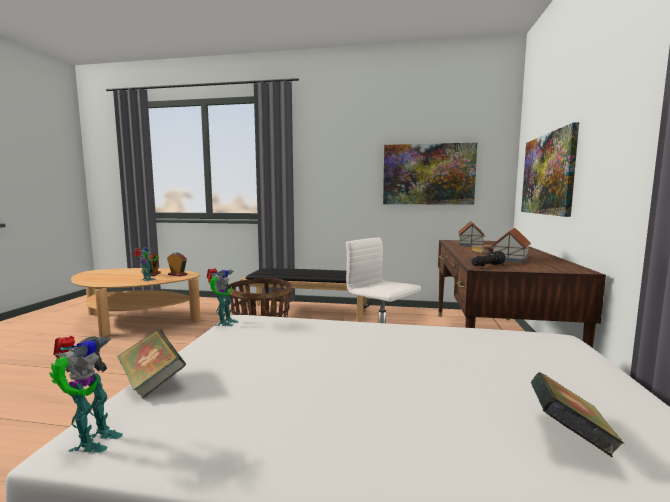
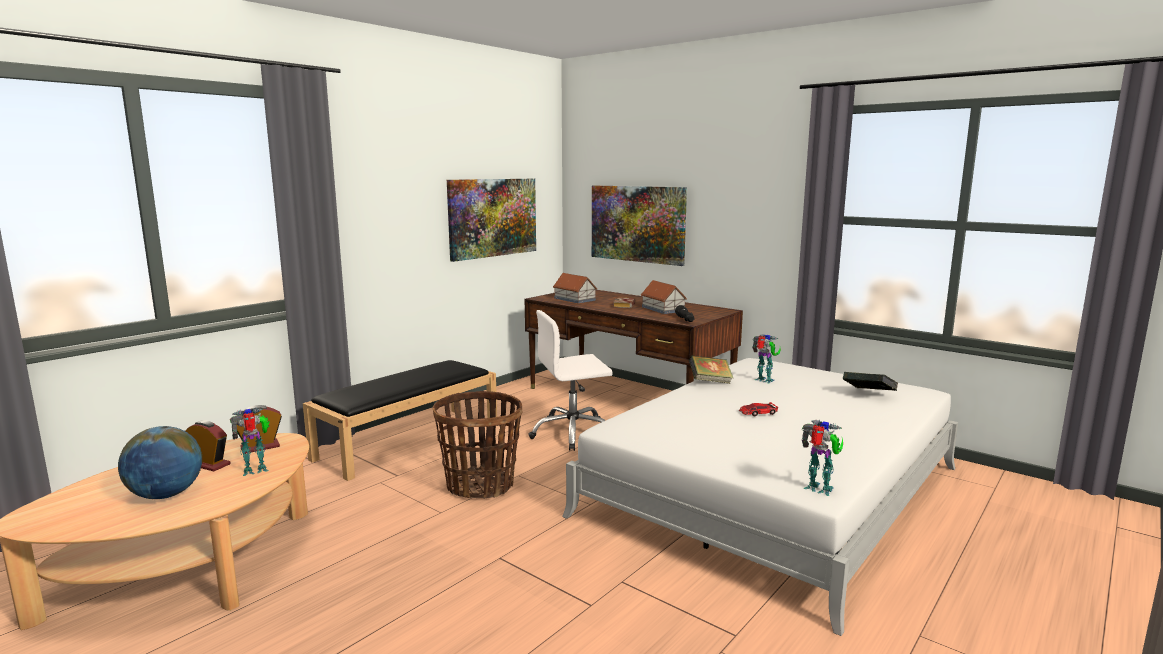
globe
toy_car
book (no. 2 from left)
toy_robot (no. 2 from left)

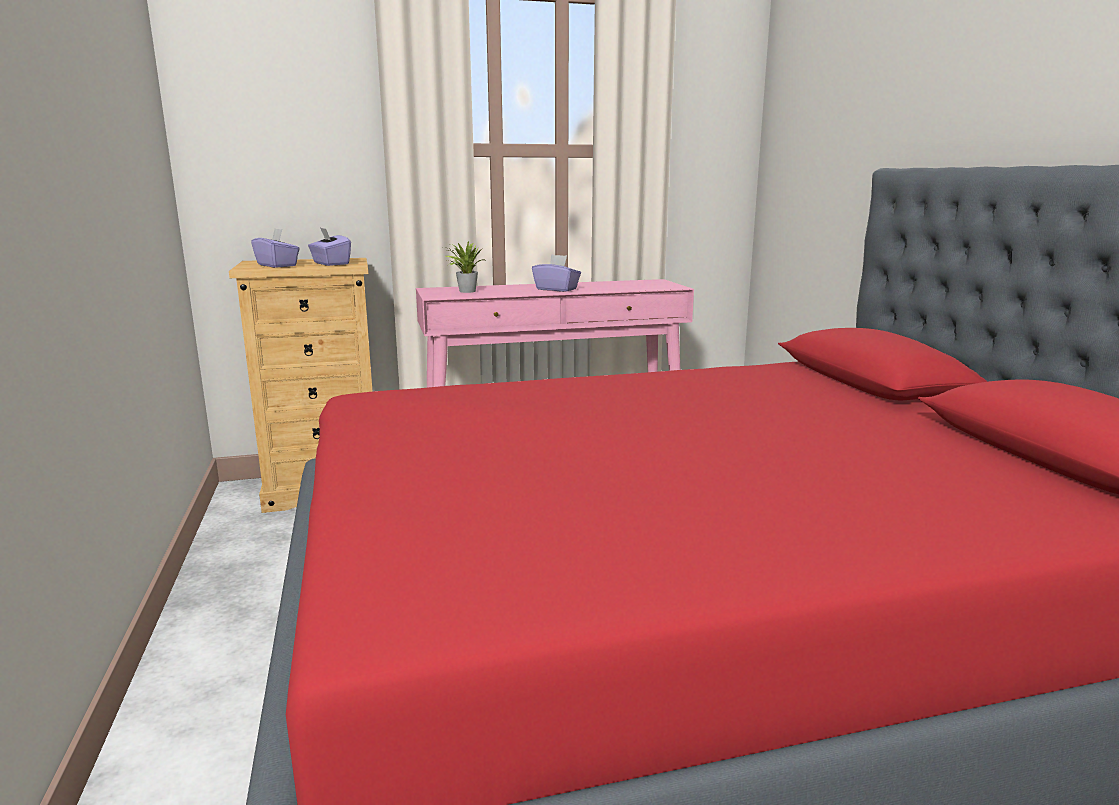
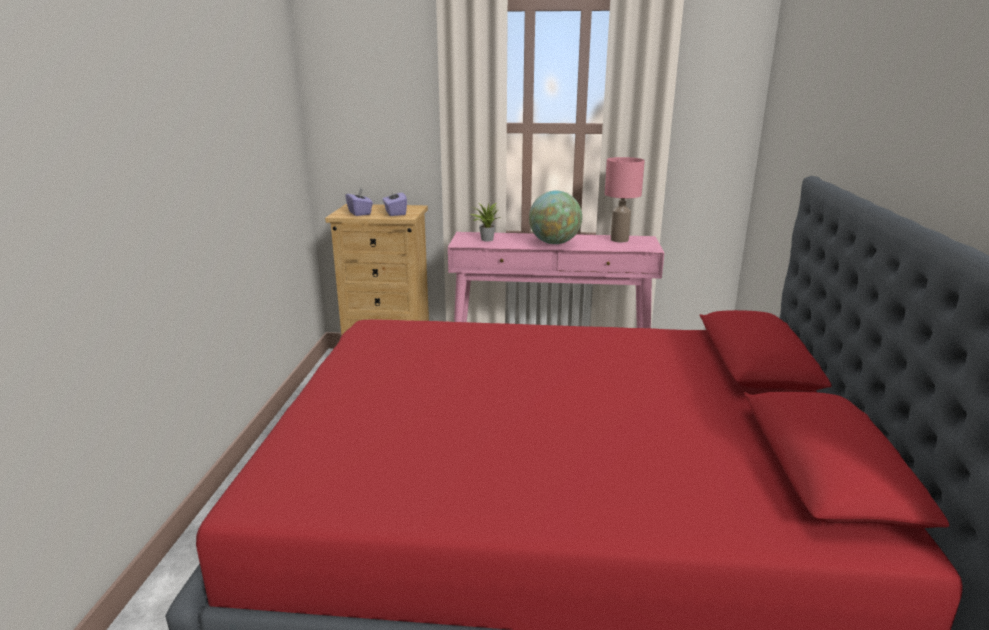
pink_table_lamp
globe

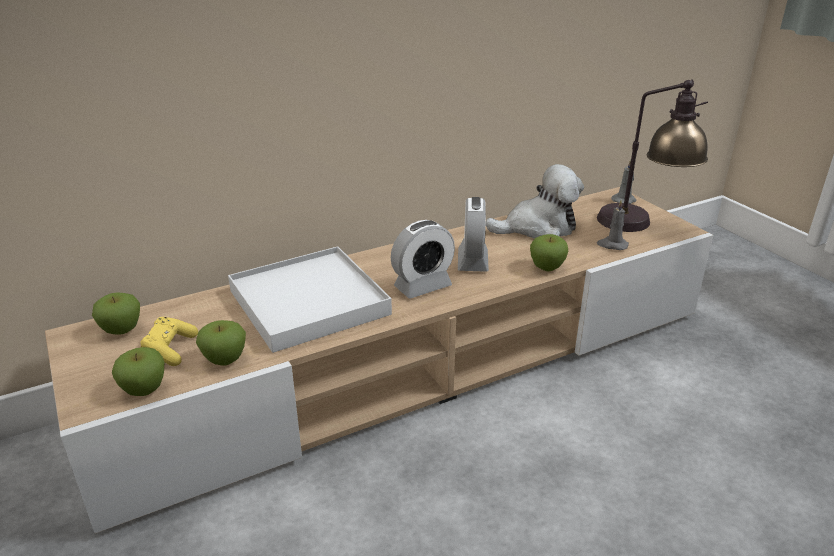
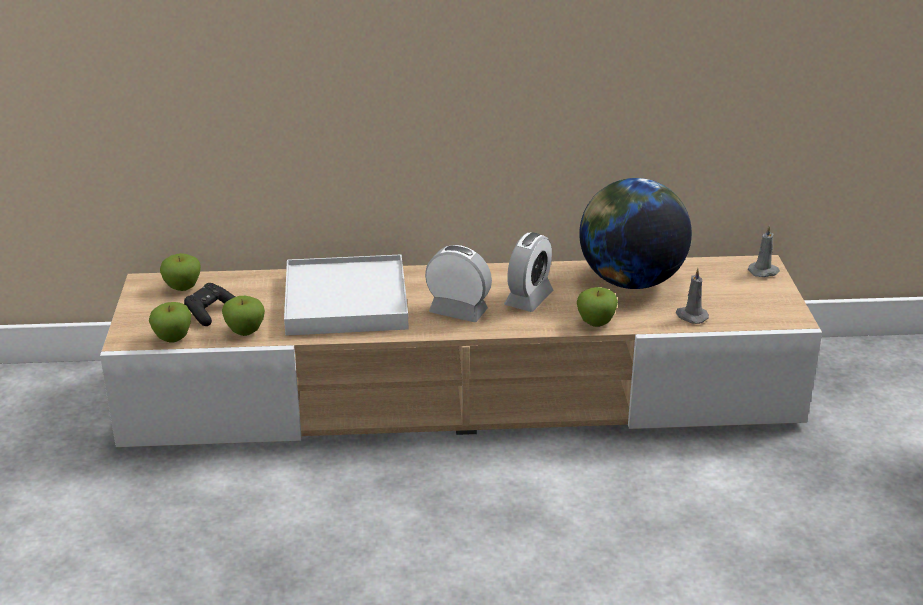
table_lamp
globe
black_game_controller
alarm_clock (no. 1 from left)

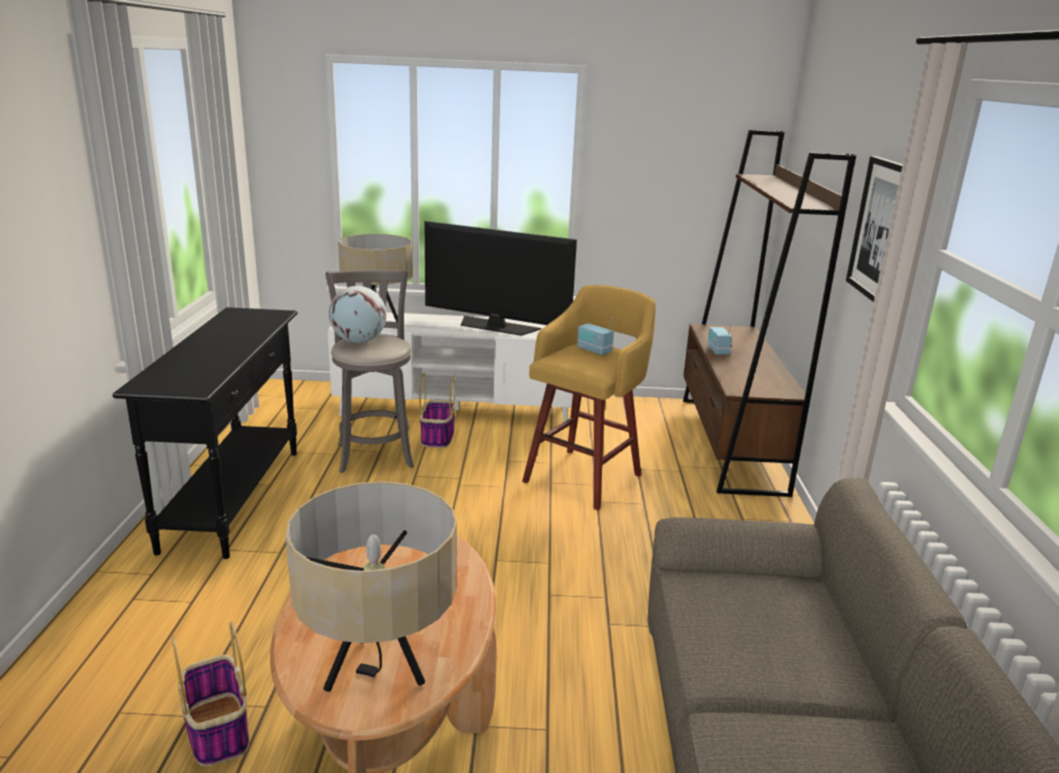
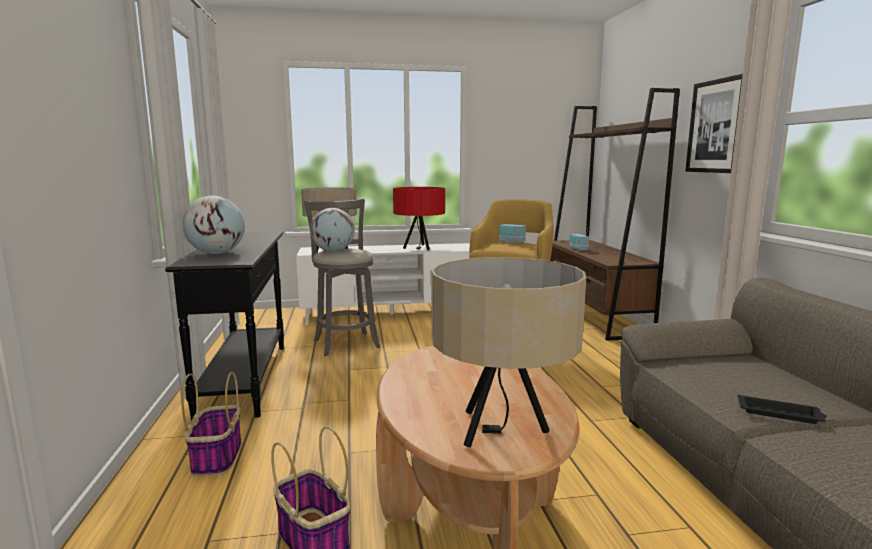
globe (no. 1 from left)
black_tray
basket (no. 1 from left)
red_table_lamp

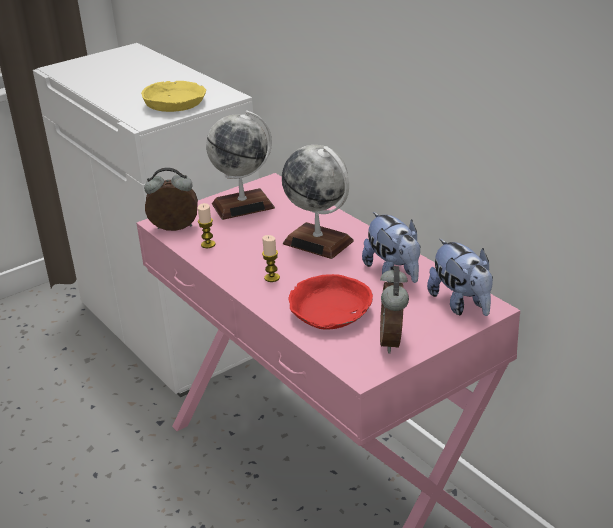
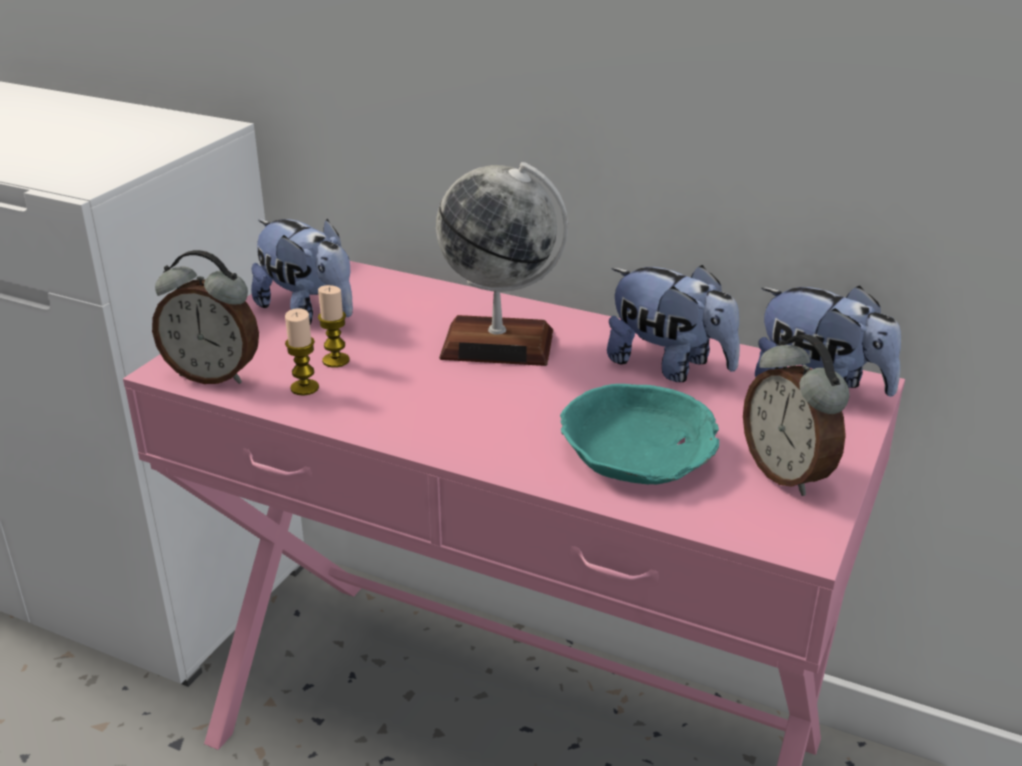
yellow_bowl
candle (no. 2 from left)
plush_toy (no. 1 from left)
turquoise_bowl
alarm_clock (no. 1 from left)

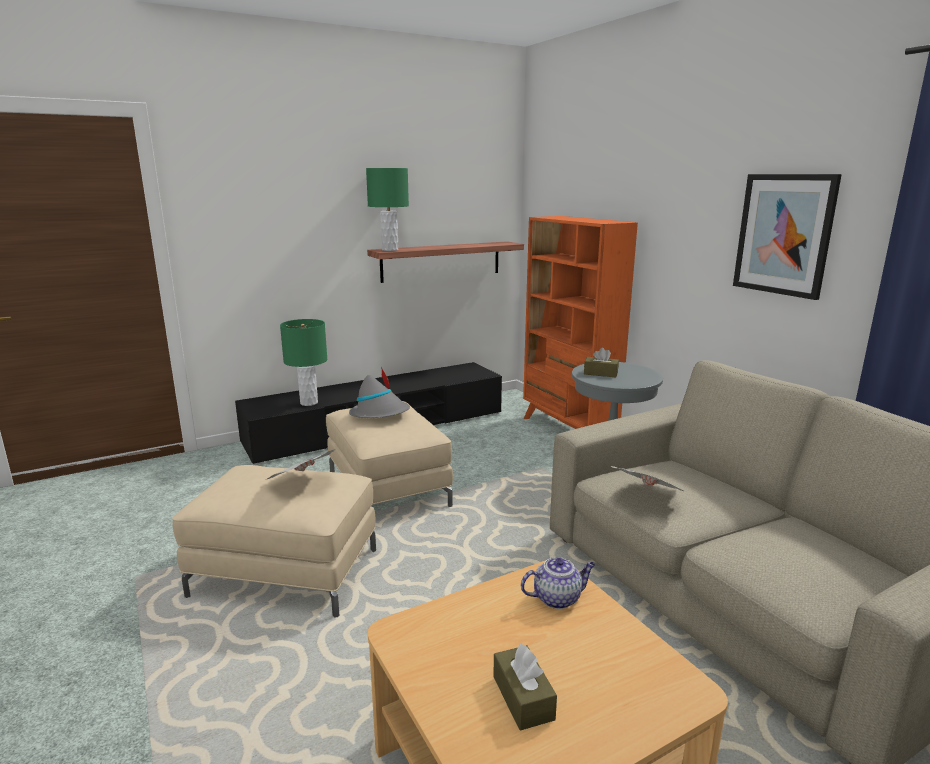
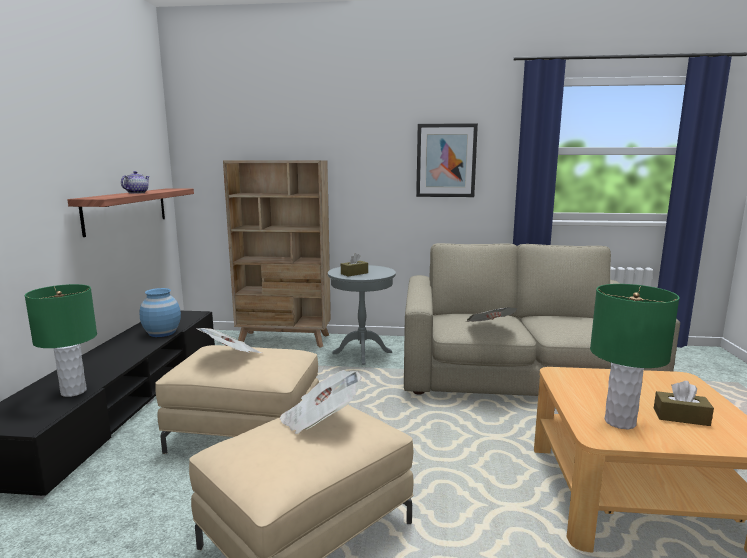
blue_vase
green_table_lamp (no. 2 from left)
teapot
newspaper (no. 1 from left)
beige_bookcase

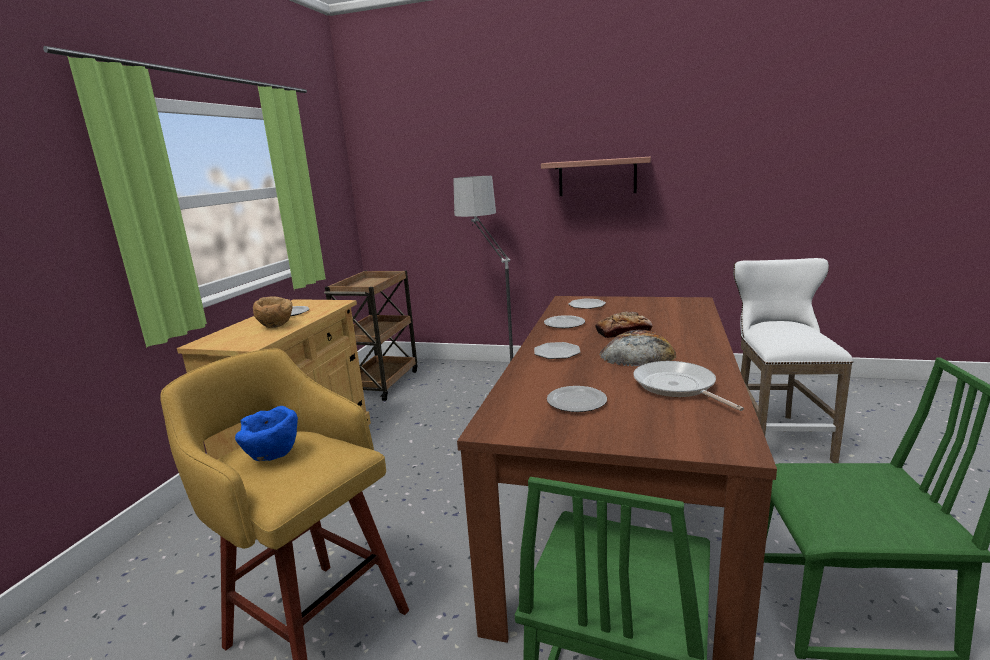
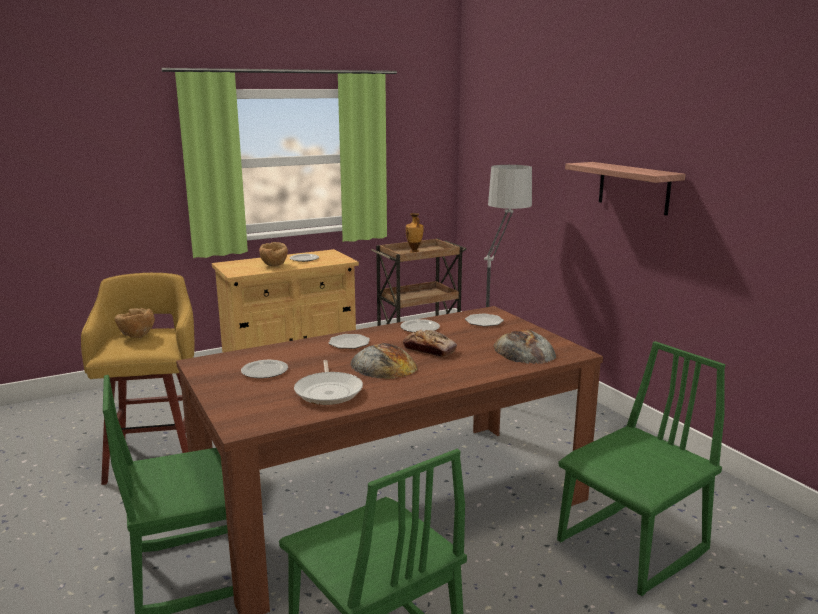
vase
bread (no. 3 from left)
green_chair (no. 3 from left)
brown_bowl (no. 1 from left)
frying_pan

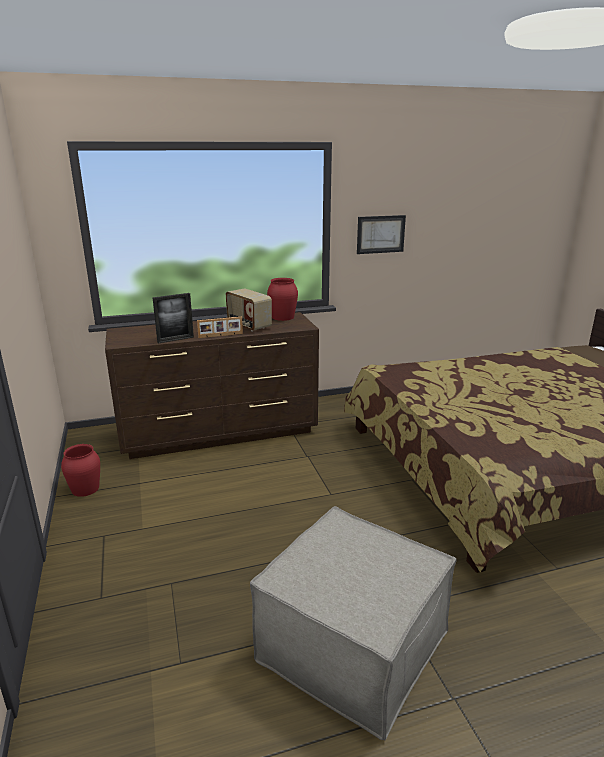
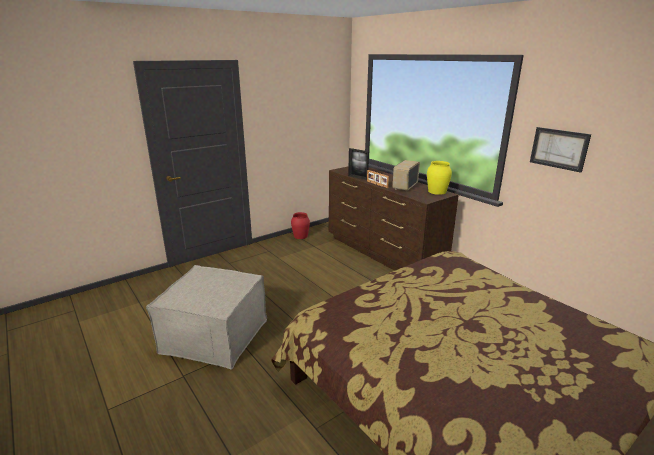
yellow_vase

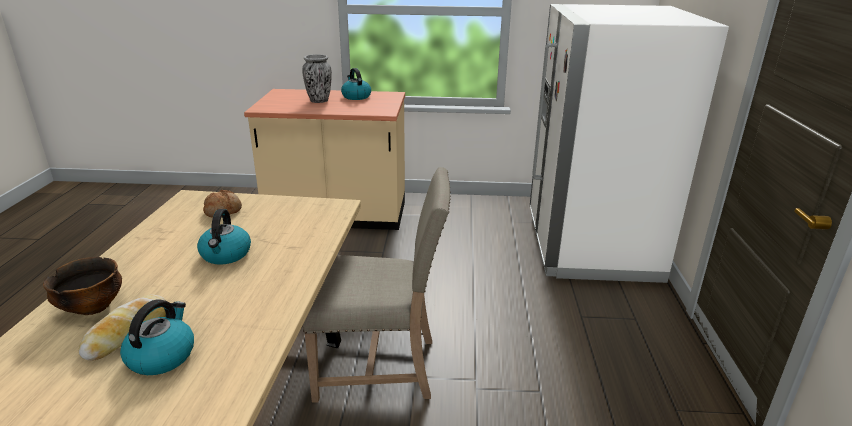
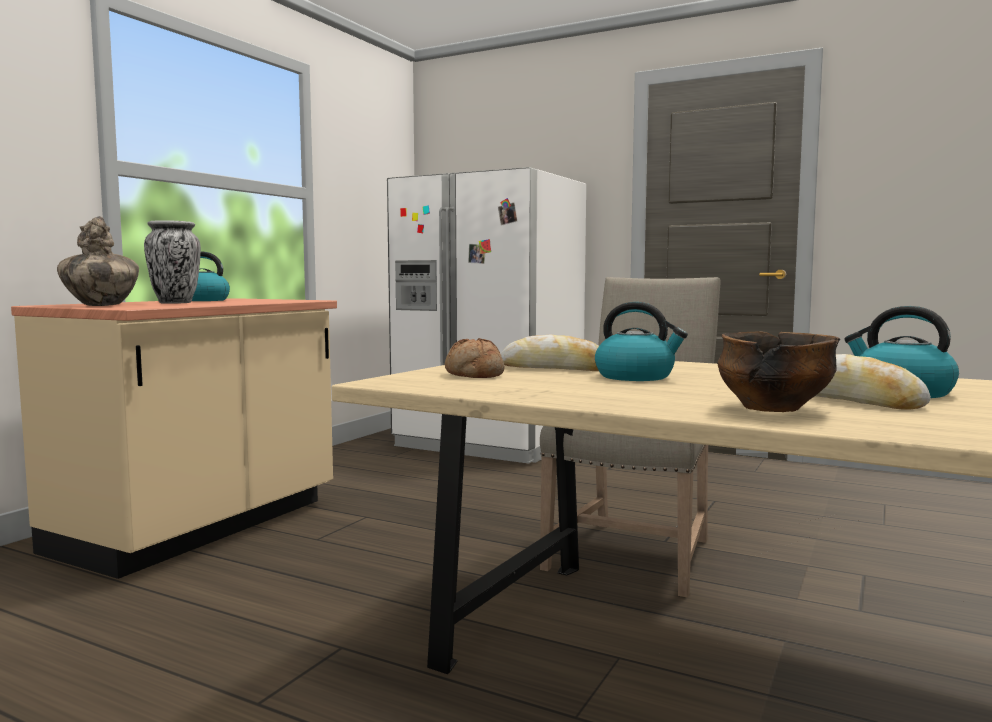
vase (no. 1 from left)
bread (no. 2 from left)

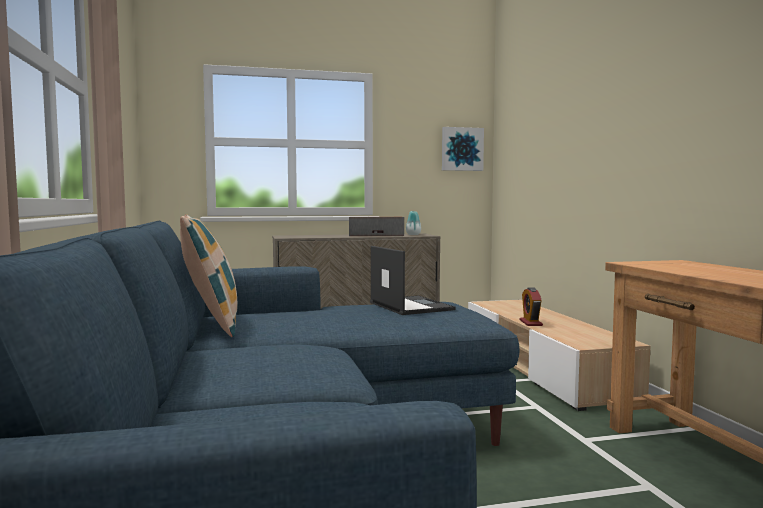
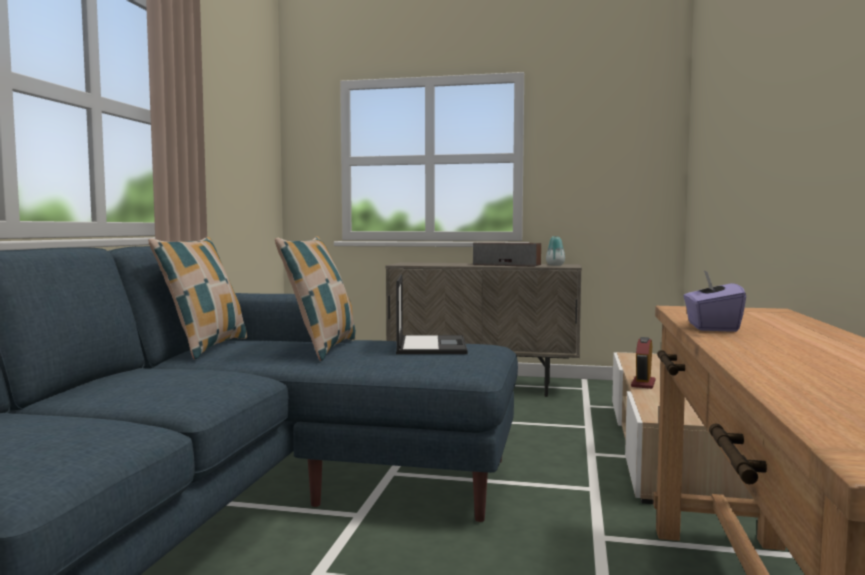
picture
pillow (no. 2 from left)
purple_tissue_box

